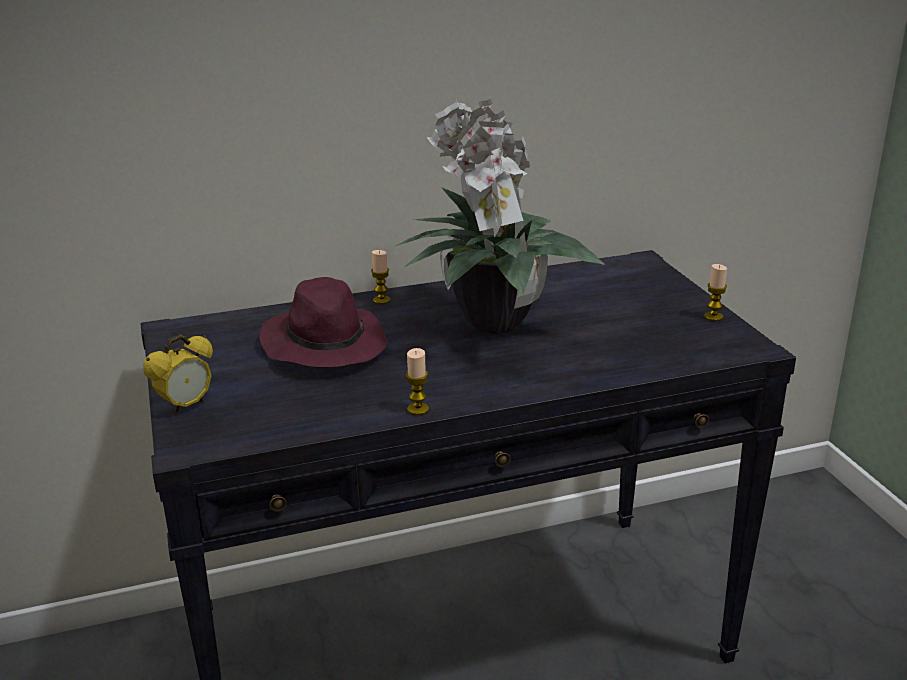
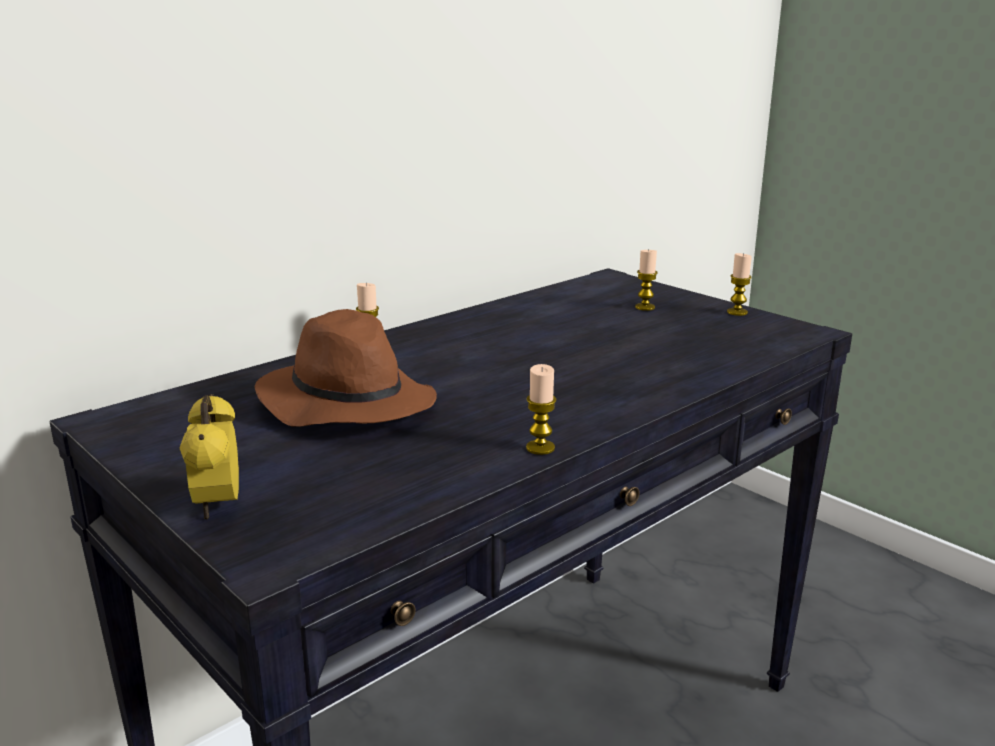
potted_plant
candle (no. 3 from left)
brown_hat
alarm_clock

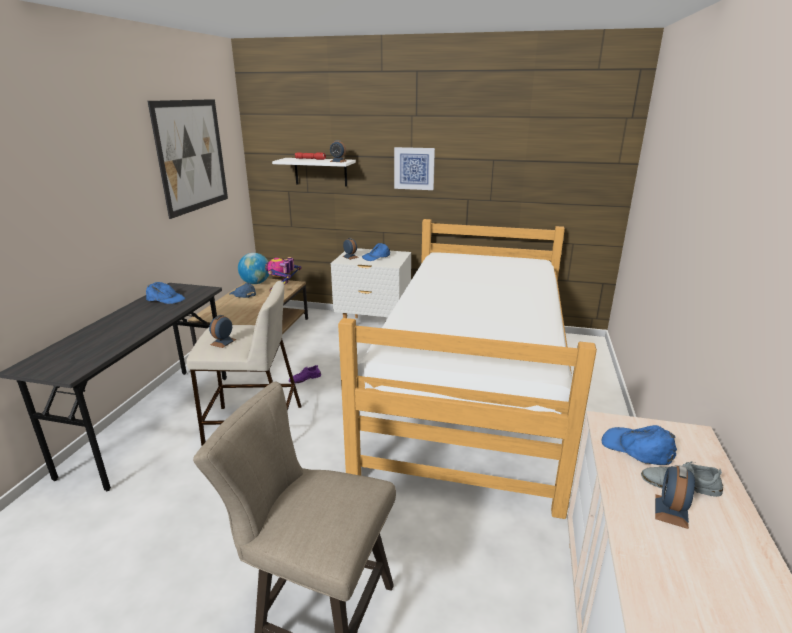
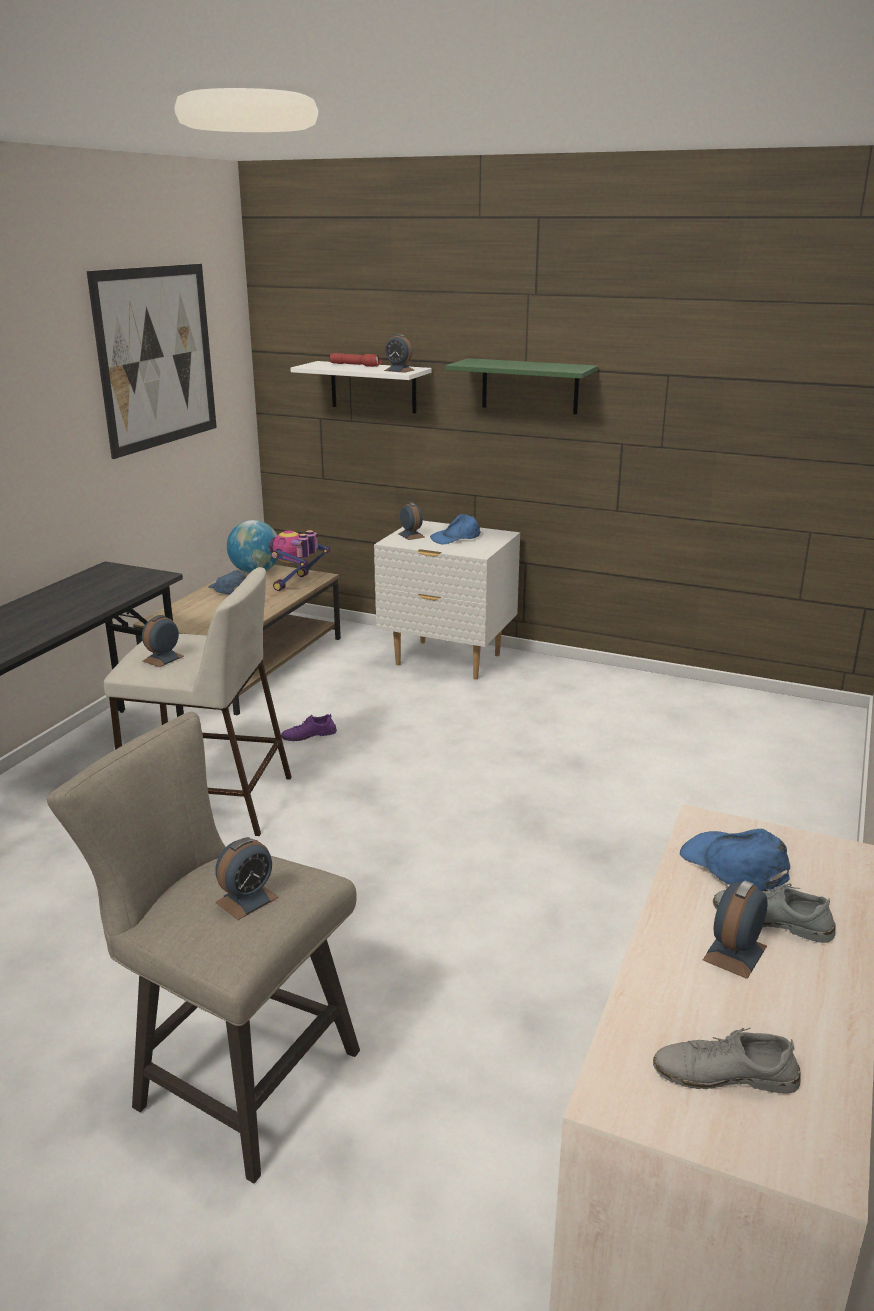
blue_cap (no. 1 from left in the first image)
bed
alarm_clock (no. 2 from left)
grey_shoe (no. 1 from left)
green_shelf

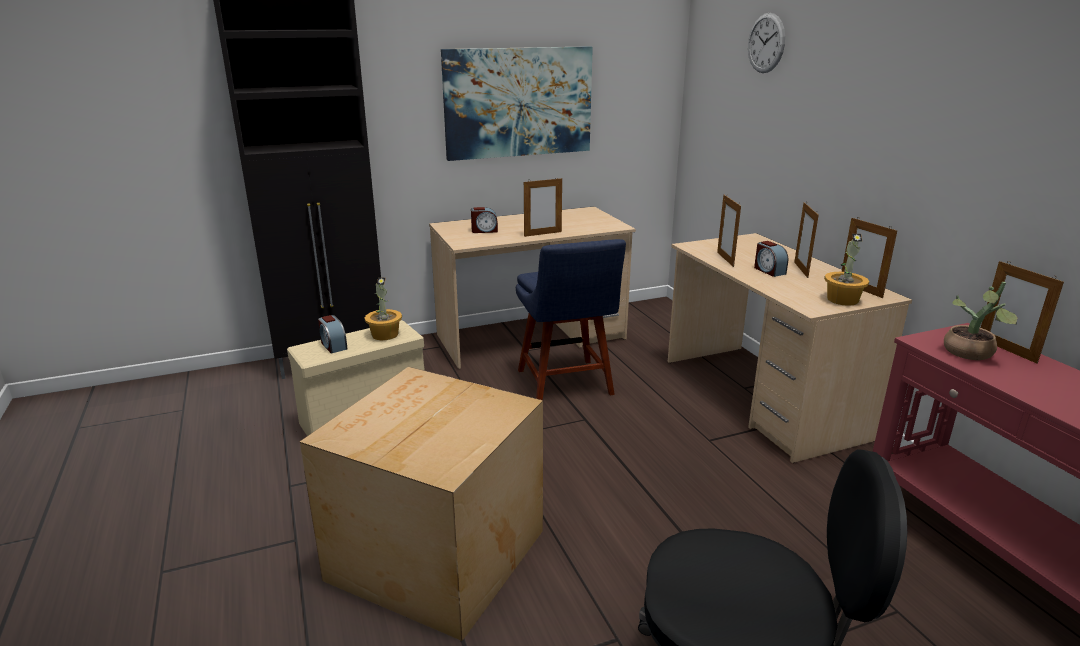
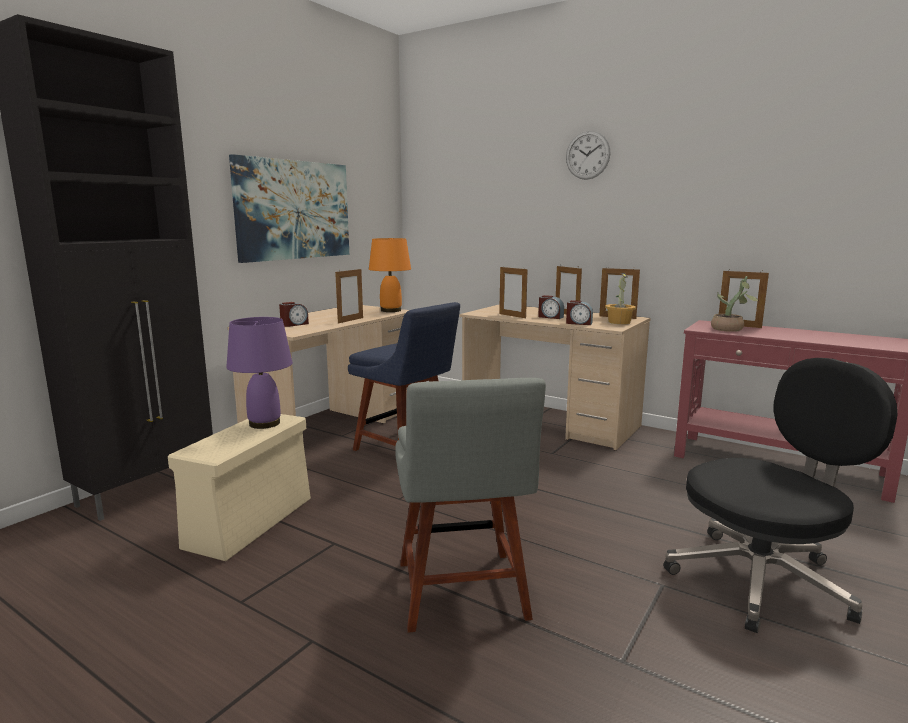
orange_table_lamp
alarm_clock (no. 3 from left)
wall_clock
grey_chair
purple_table_lamp

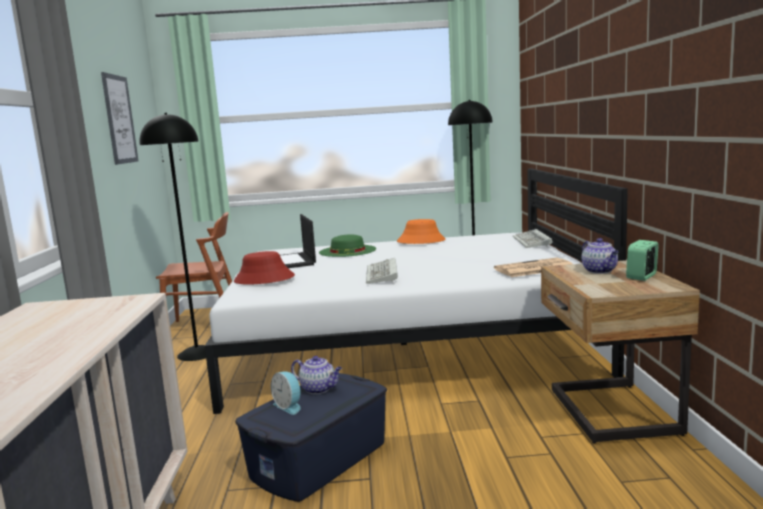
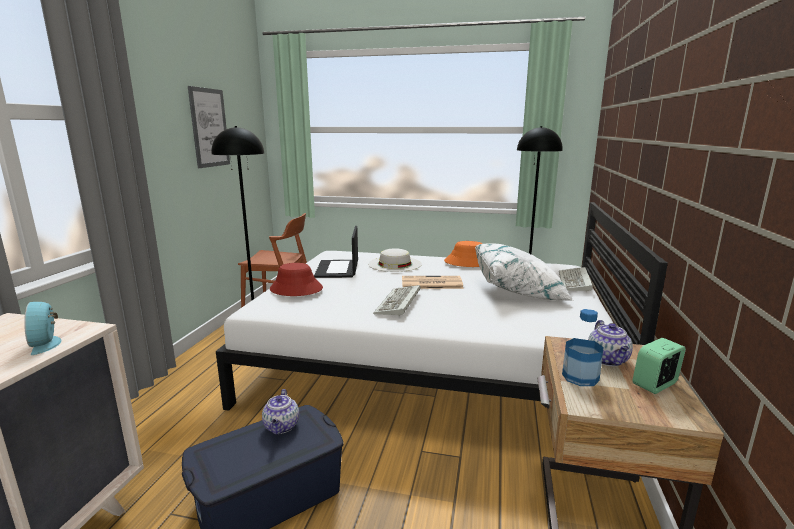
white_pillow
bottle
alarm_clock (no. 1 from left)
newspaper
white_hat
teapot (no. 1 from left)

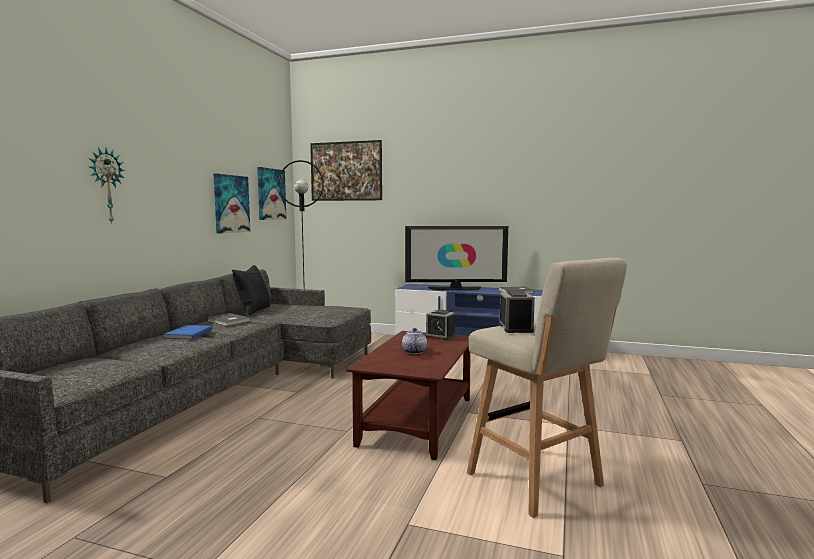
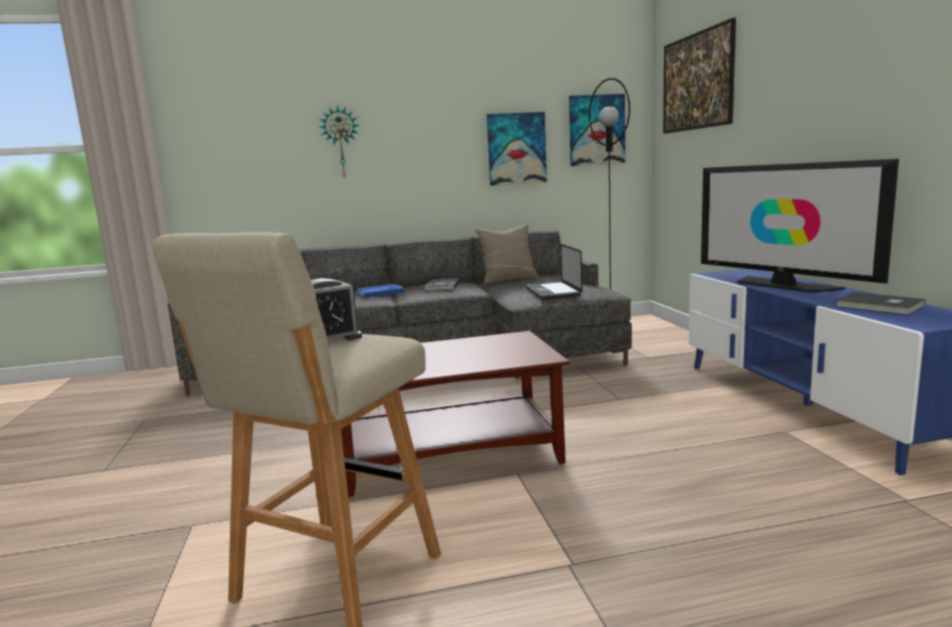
teapot
alarm_clock (no. 1 from left in the first image)
laptop
beige_pillow

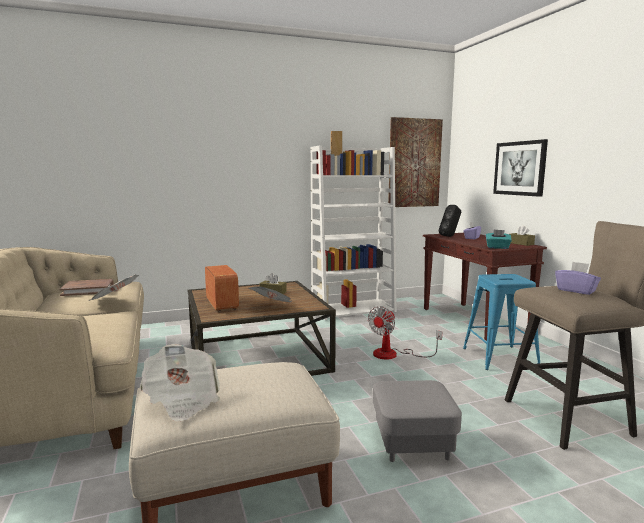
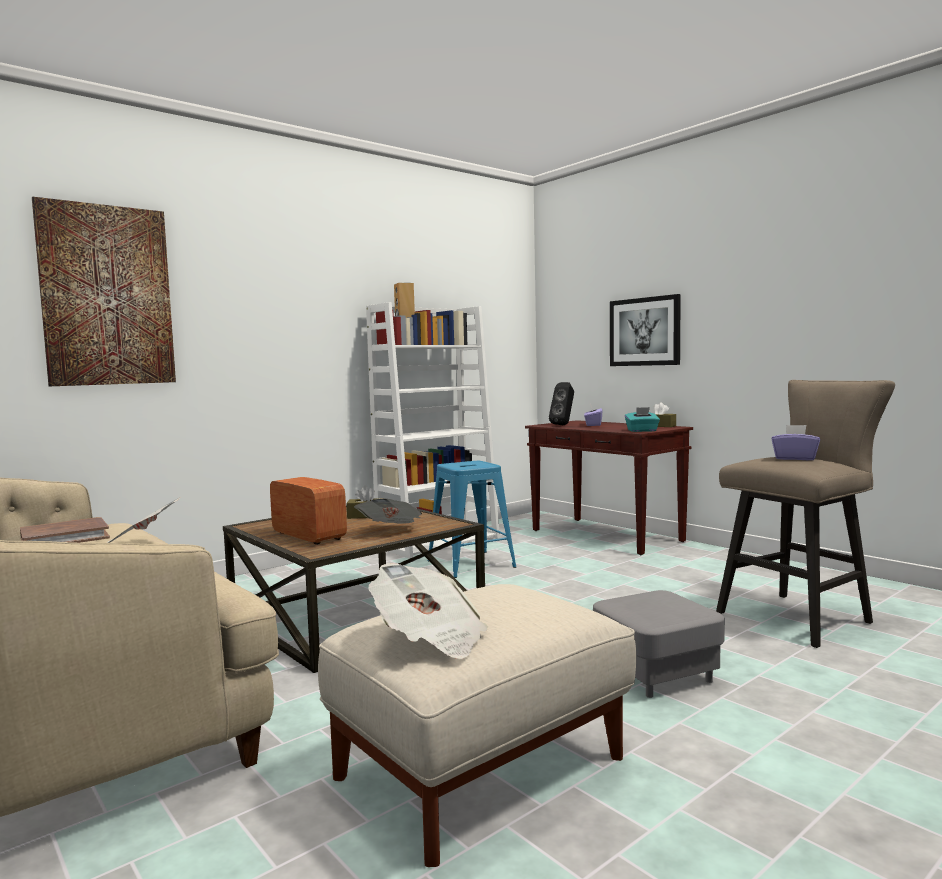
fan
picture (no. 1 from left)
blue_stool

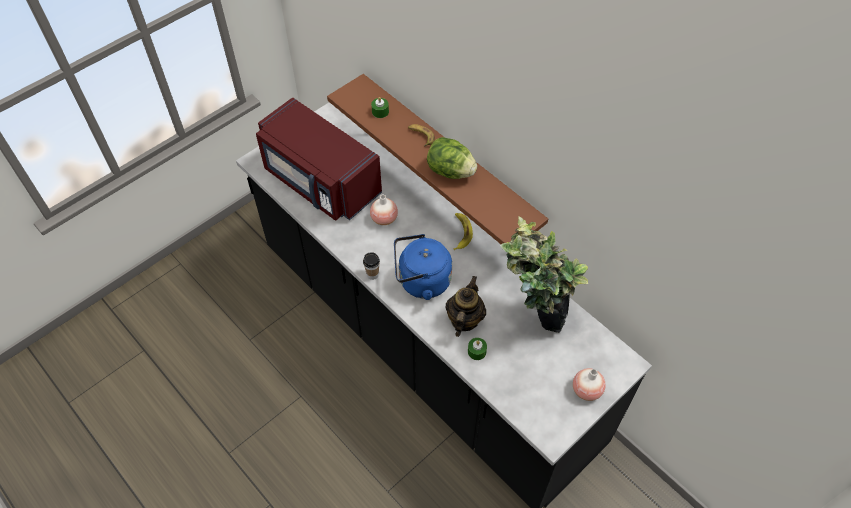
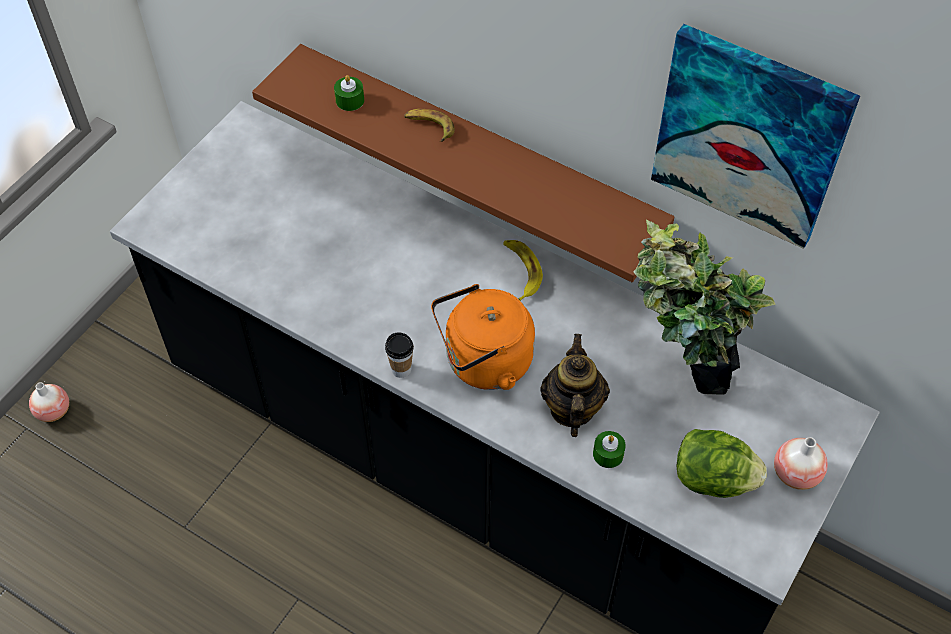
red_microwave
picture
vase (no. 1 from left)
lettuce
orange_kettle

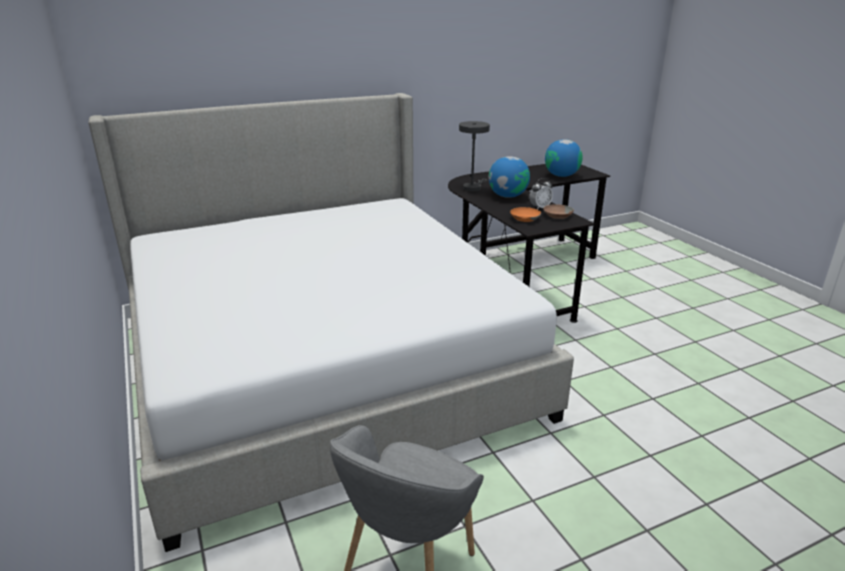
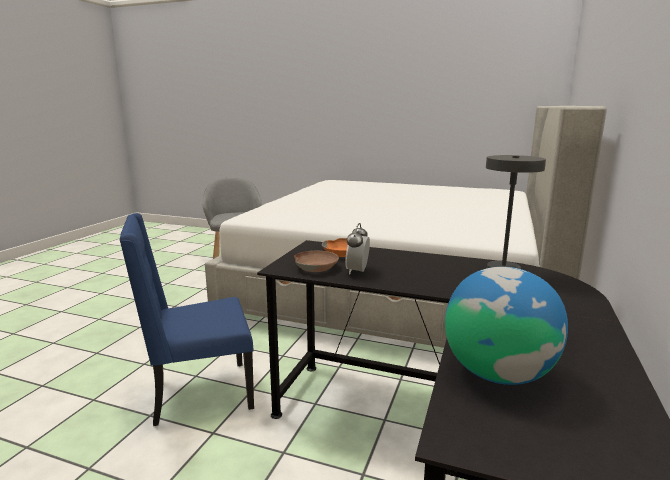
globe (no. 1 from left in the first image)
blue_chair

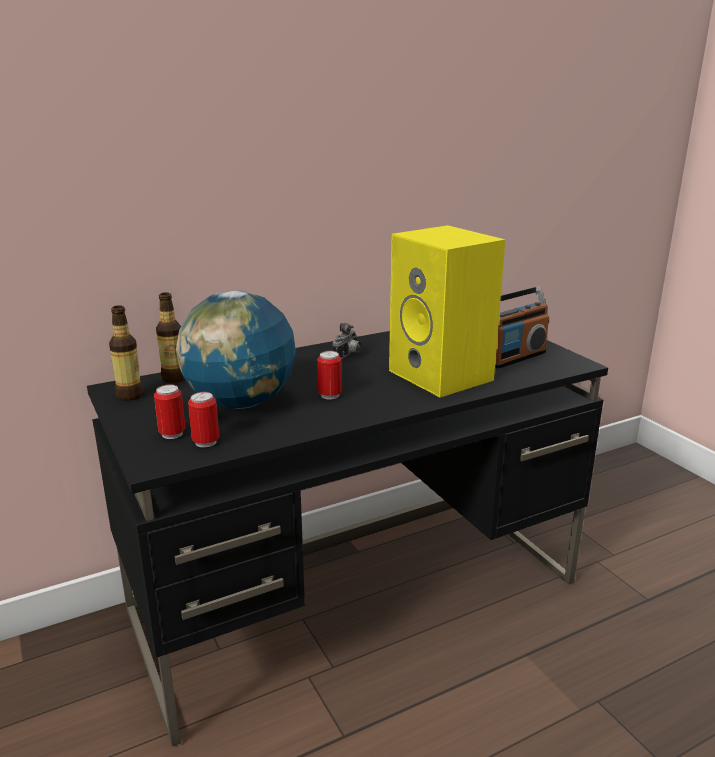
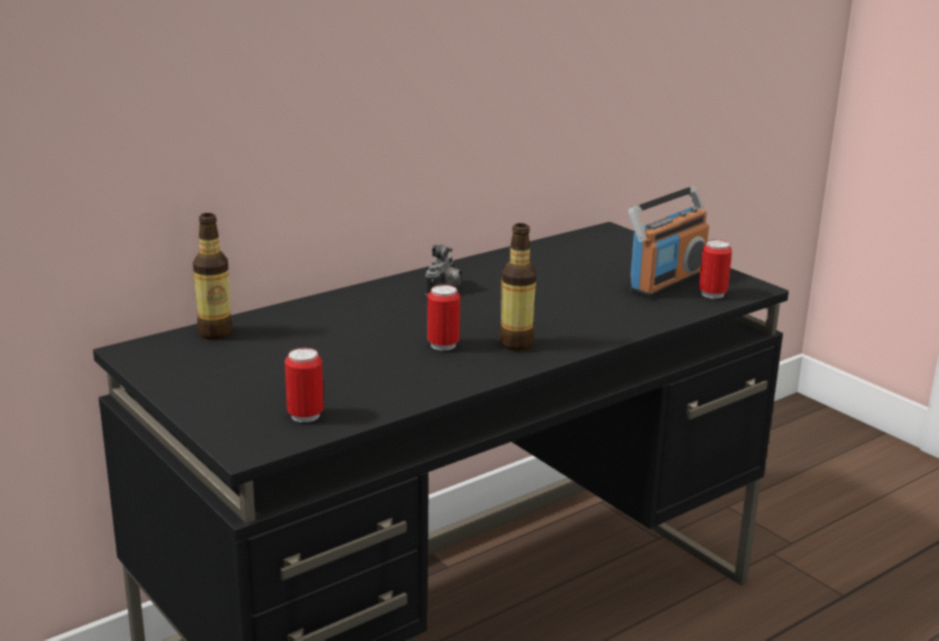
globe
yellow_speaker
bottle (no. 2 from left)
can (no. 3 from left)

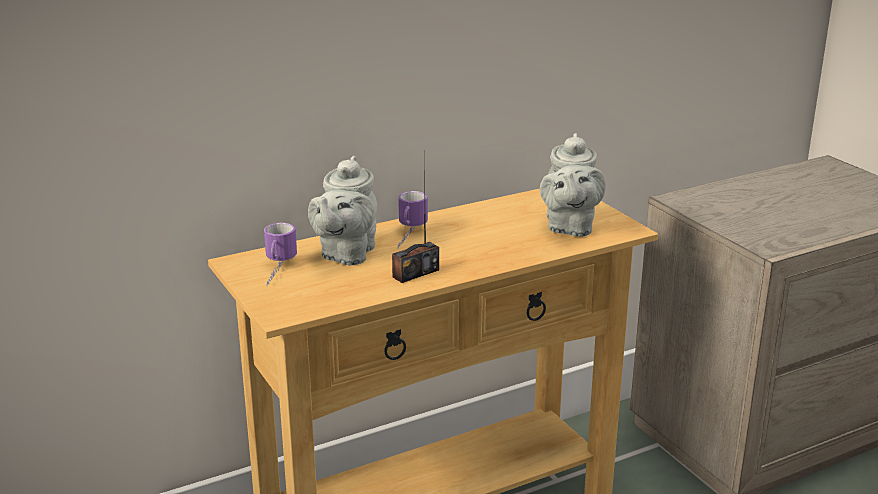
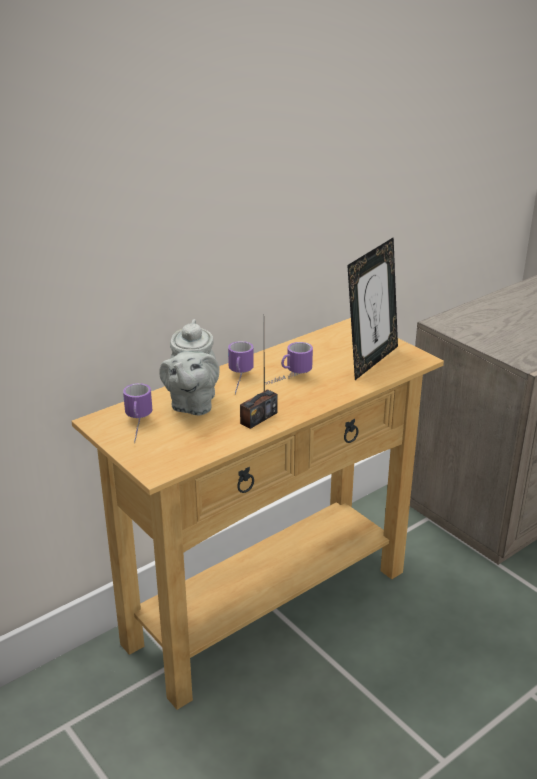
mug (no. 3 from left)
picture_frame

